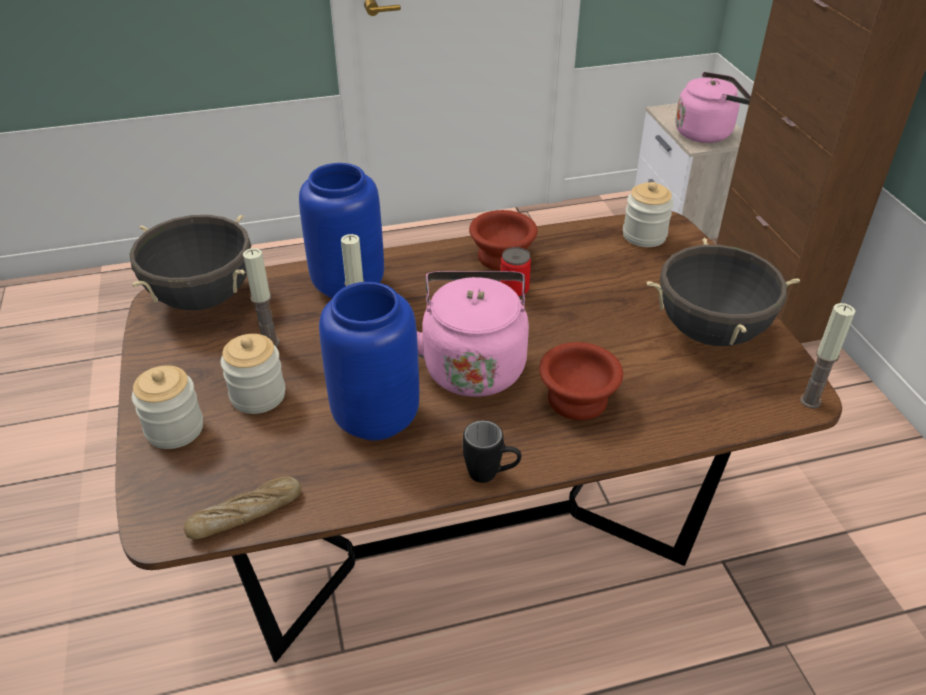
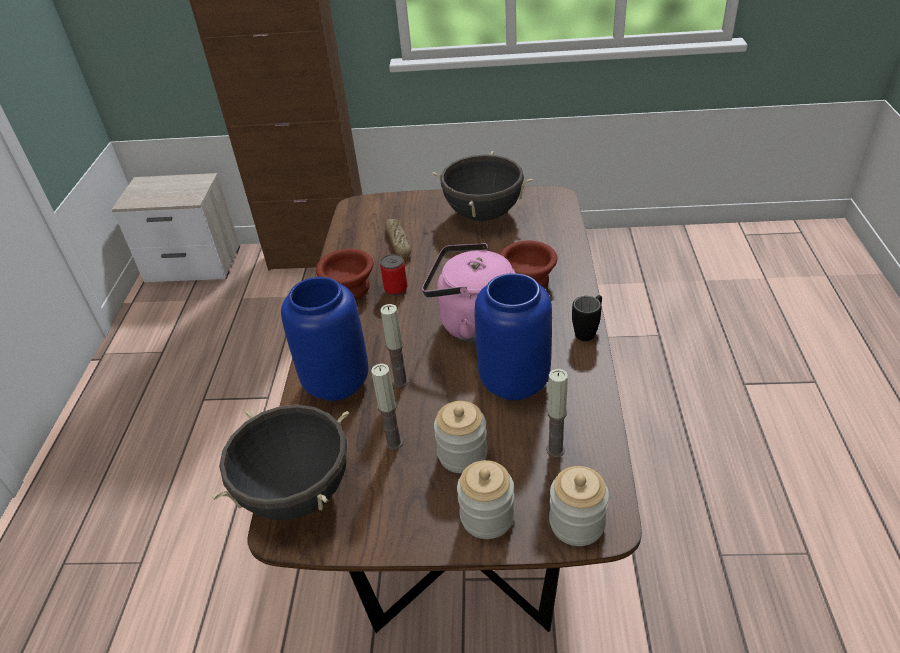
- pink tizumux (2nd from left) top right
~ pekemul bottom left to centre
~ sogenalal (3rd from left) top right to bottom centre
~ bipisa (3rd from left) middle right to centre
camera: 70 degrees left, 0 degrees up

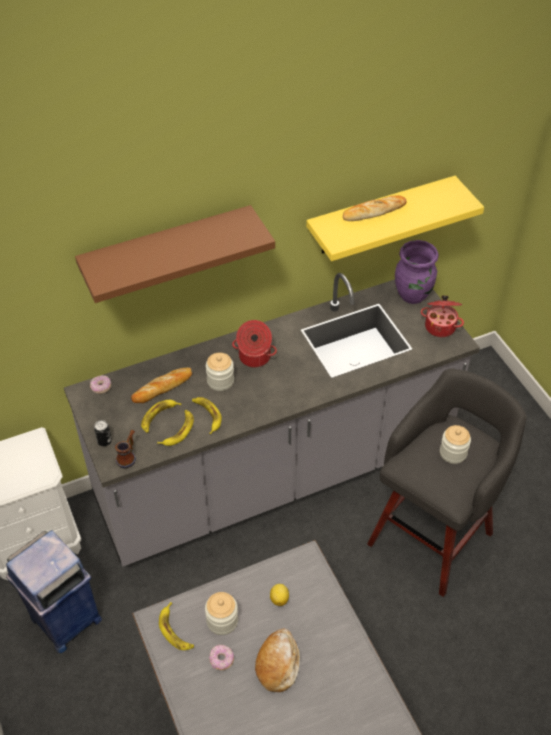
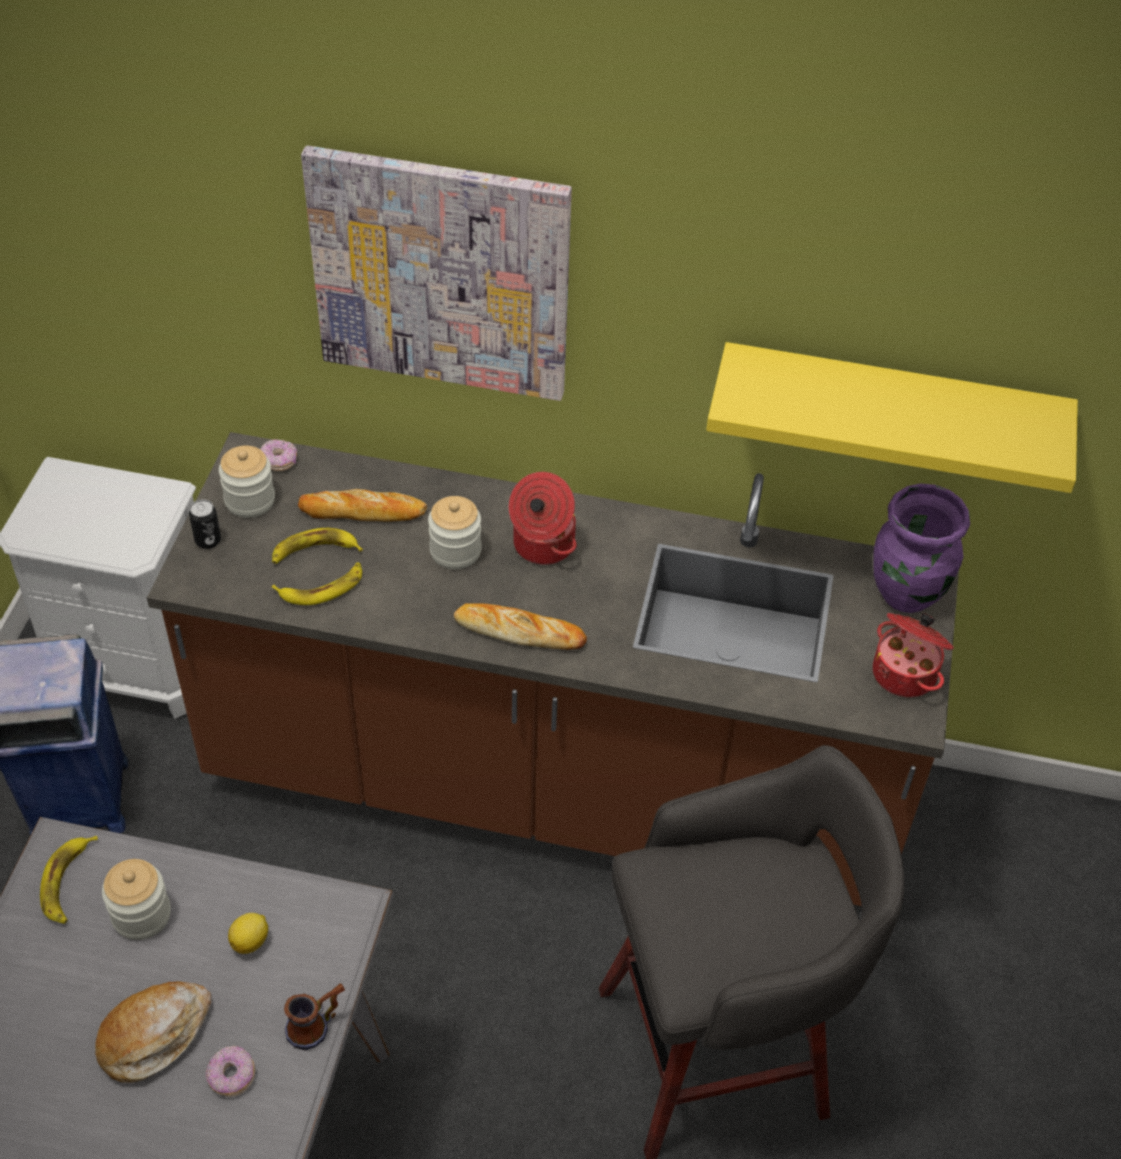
- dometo (4th from left) centre
~ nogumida middle left to bottom left
~ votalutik (2nd from left in the first image) bottom centre to votalutik (1st from left) bottom left
~ pekemul (3rd from left) top right to centre
~ sogenalal (3rd from left in the first image) middle right to sogenalal (2nd from left) middle left
~ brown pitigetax middle left to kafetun top centre
~ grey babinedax centre to brown babinedax centre
camera: 35 degrees right, 0 degrees up

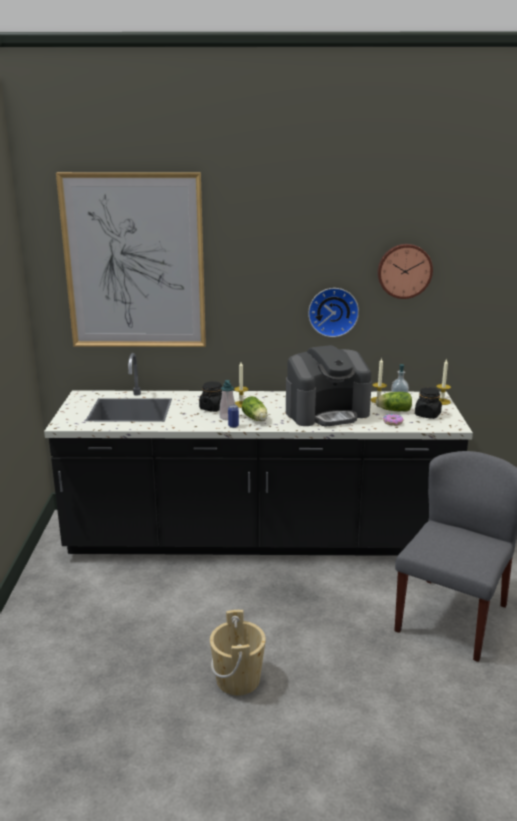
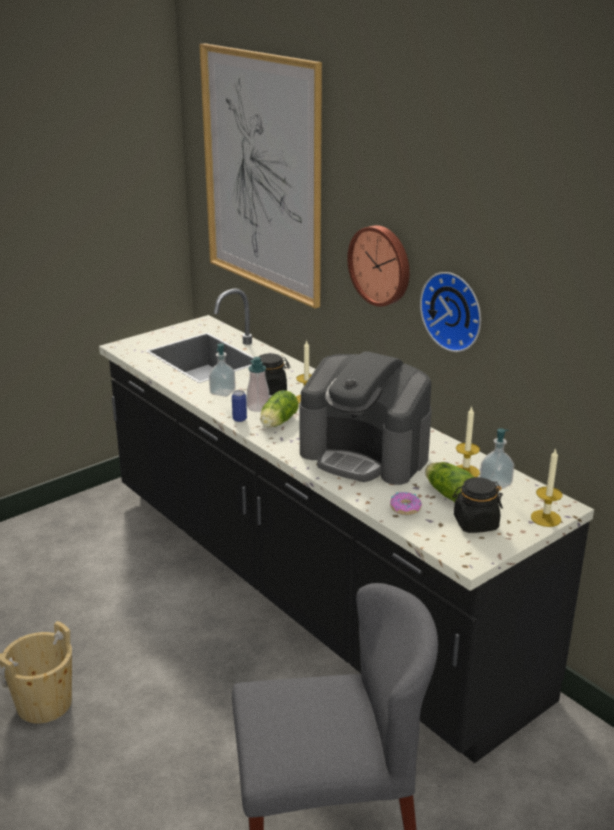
+ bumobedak (1st from left) centre
~ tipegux (2nd from left in the first image) top right to tipegux (1st from left) top centre
camera: 50 degrees right, 5 degrees up

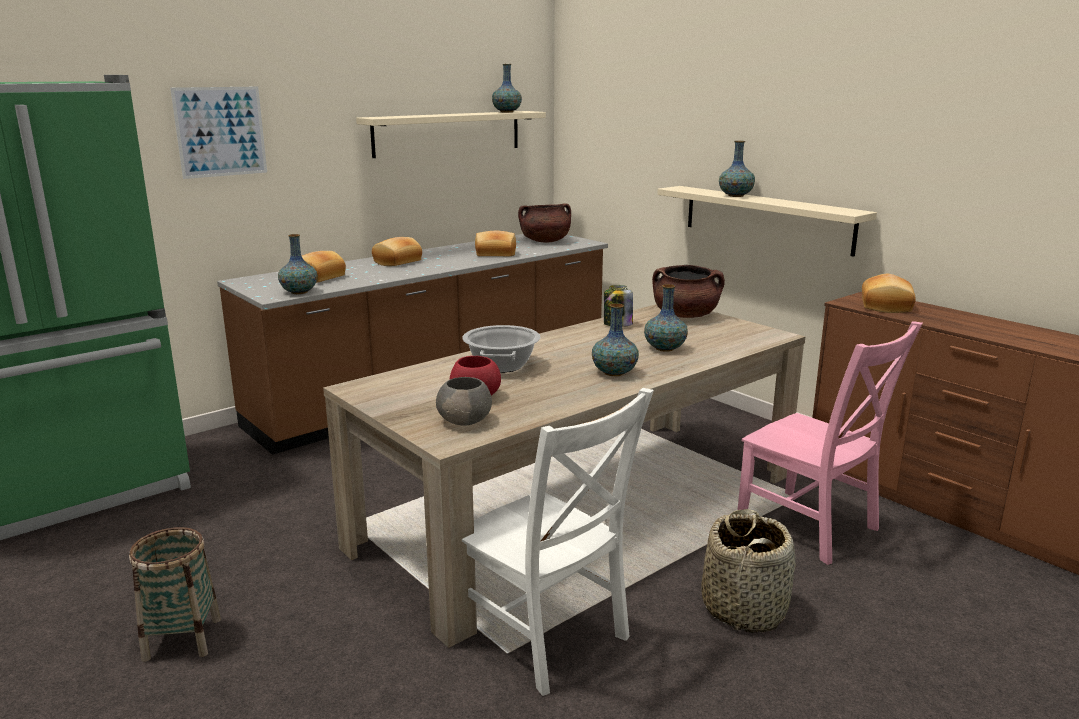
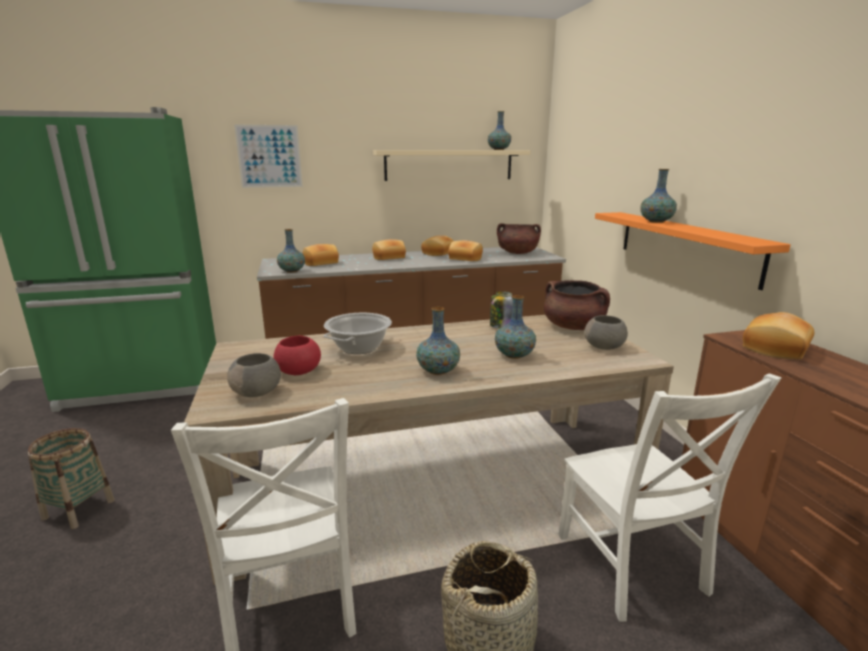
+ pekemul (3rd from left) centre
+ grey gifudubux (2nd from left) middle right
~ beige pitigetax (2nd from left) top right to orange pitigetax middle right
~ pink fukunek middle right to white fukunek (2nd from left) bottom right
camera: 25 degrees right, 0 degrees up

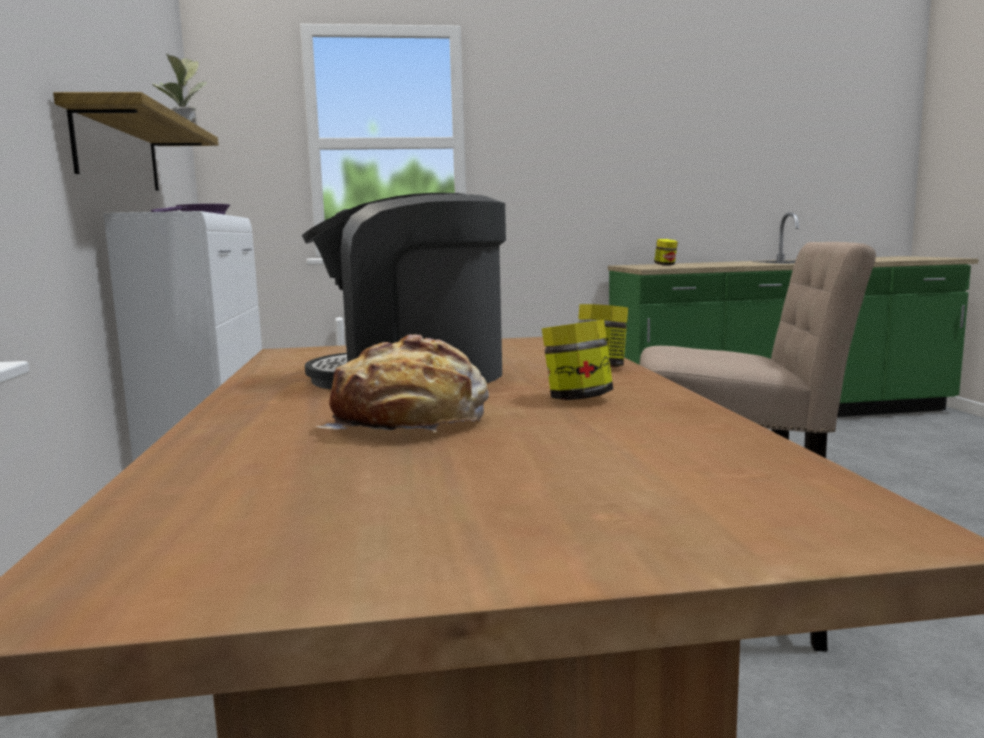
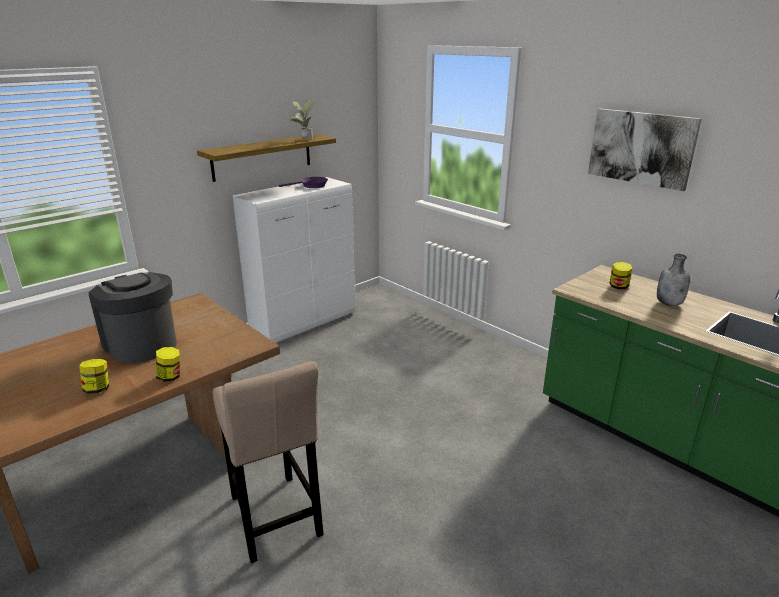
- pekemul centre
+ kafetun top right
+ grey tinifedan middle right
camera: 55 degrees right, 15 degrees up

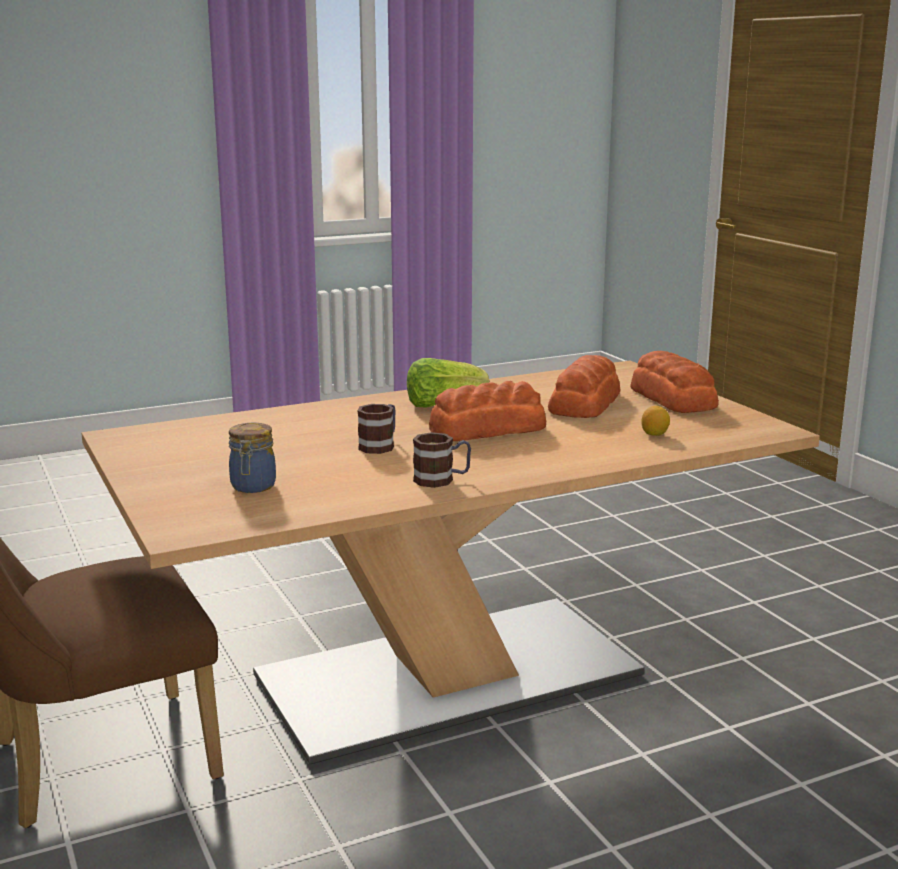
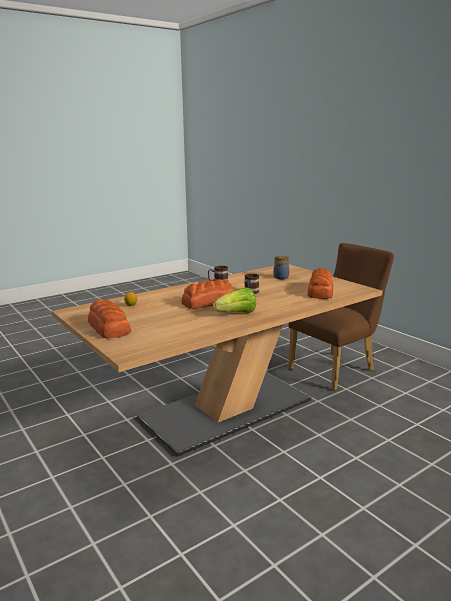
~ pekemul (2nd from left in the first image) centre to pekemul (3rd from left) middle right
camera: 170 degrees right, 0 degrees up

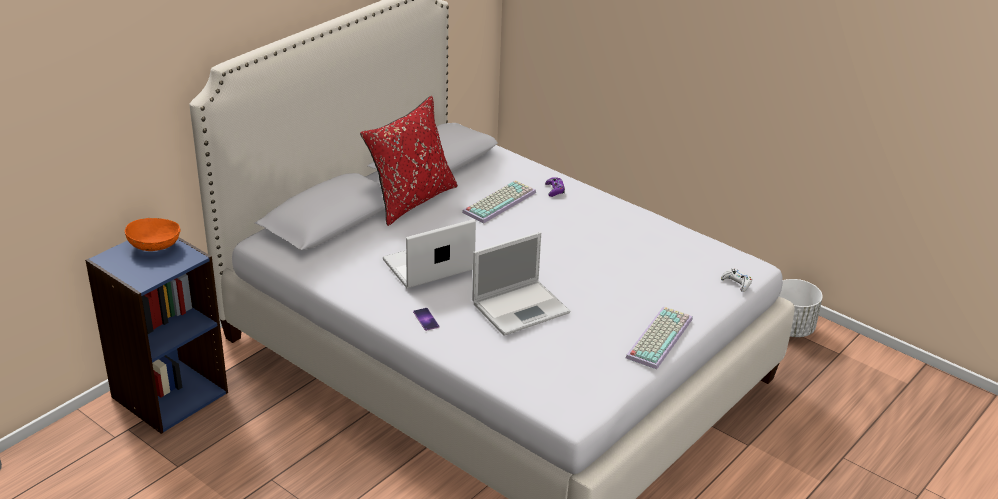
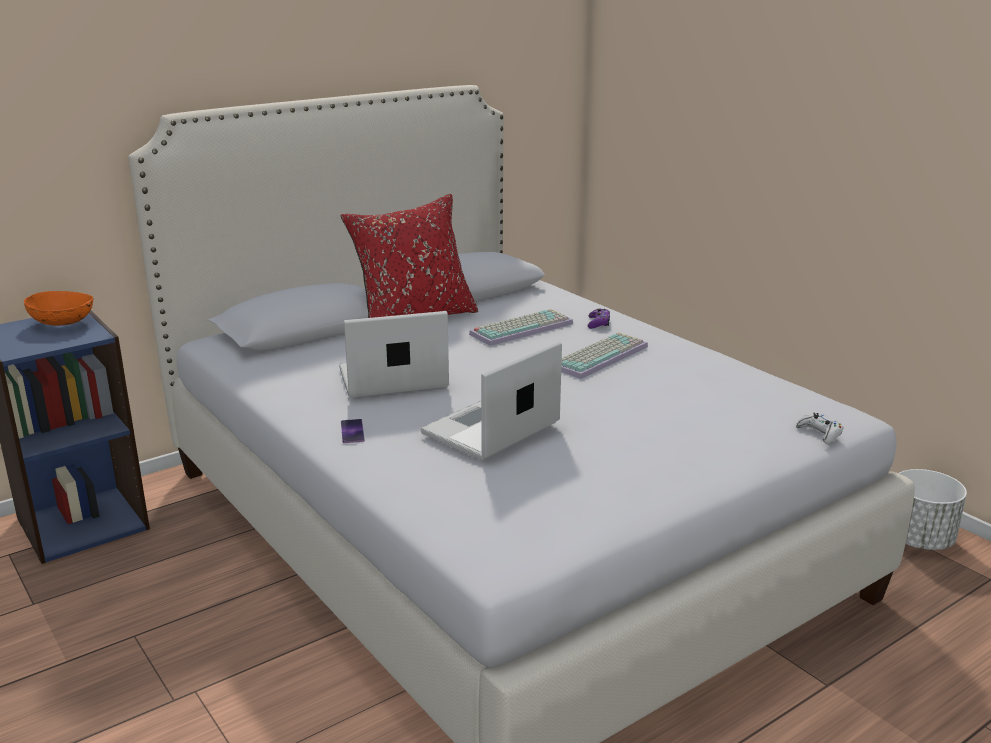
~ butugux (2nd from left) bottom centre to centre
~ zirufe (2nd from left) centre = centre 150 degrees clockwise
camera: 15 degrees right, 10 degrees down

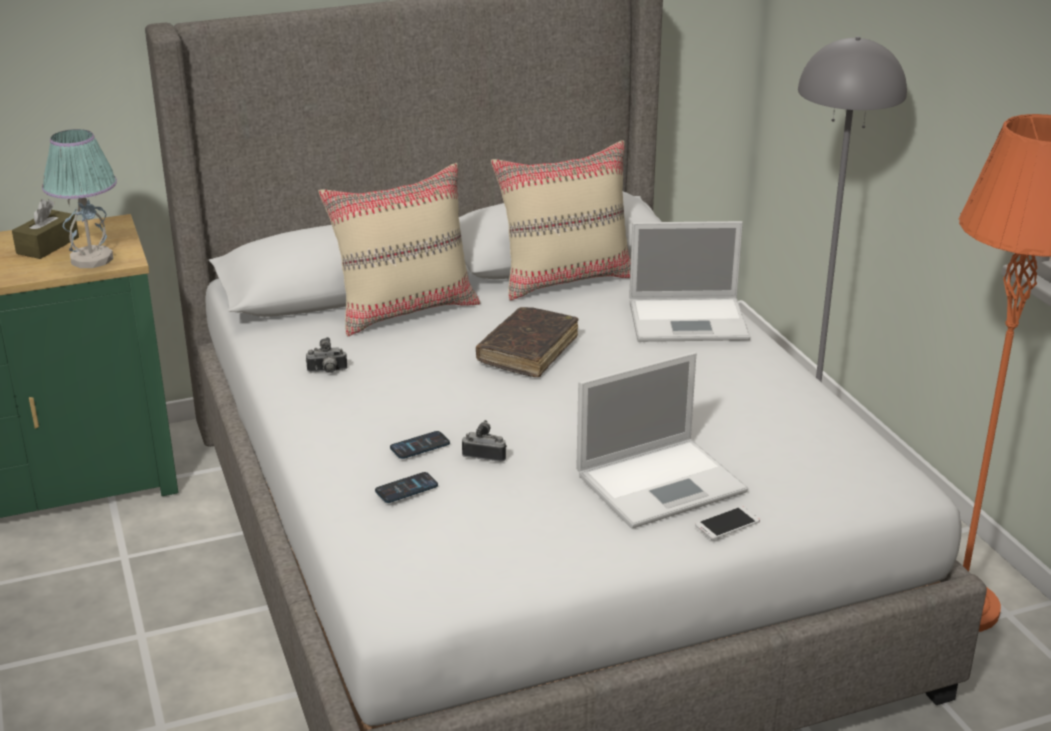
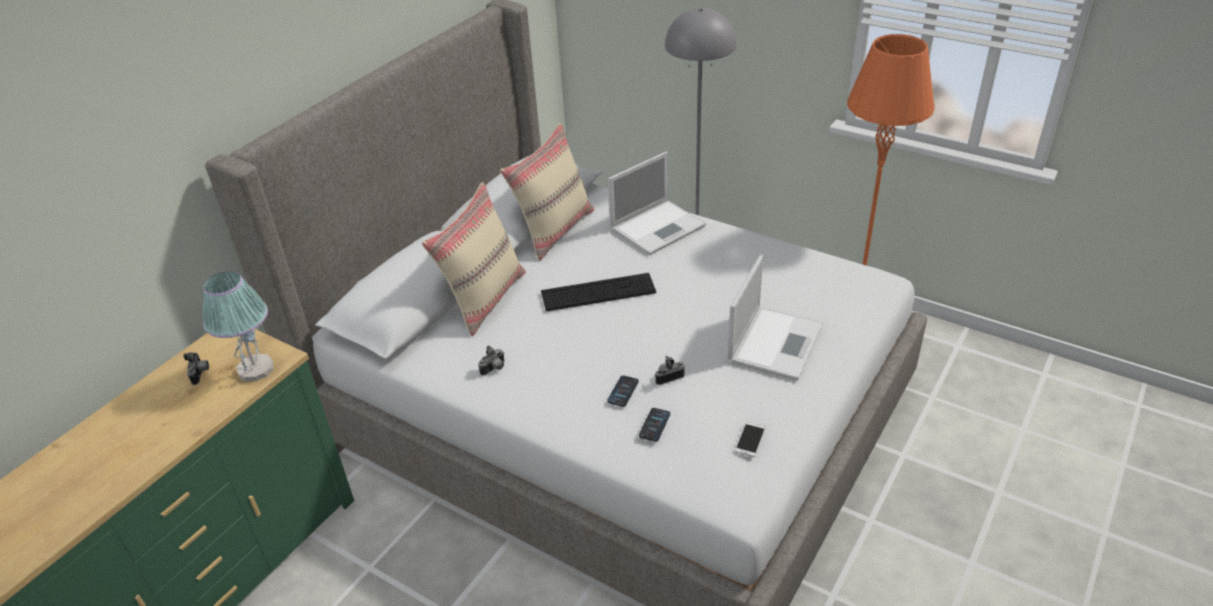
~ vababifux (3rd from left) bottom right to bottom centre
~ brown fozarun top left to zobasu (1st from left) middle left
~ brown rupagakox centre to butugux centre
camera: 35 degrees left, 10 degrees up

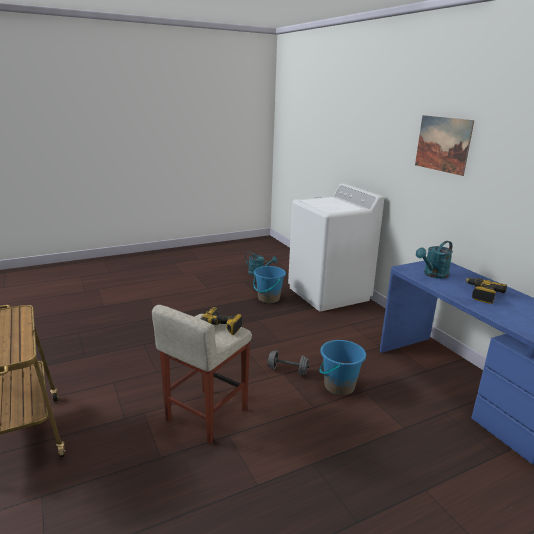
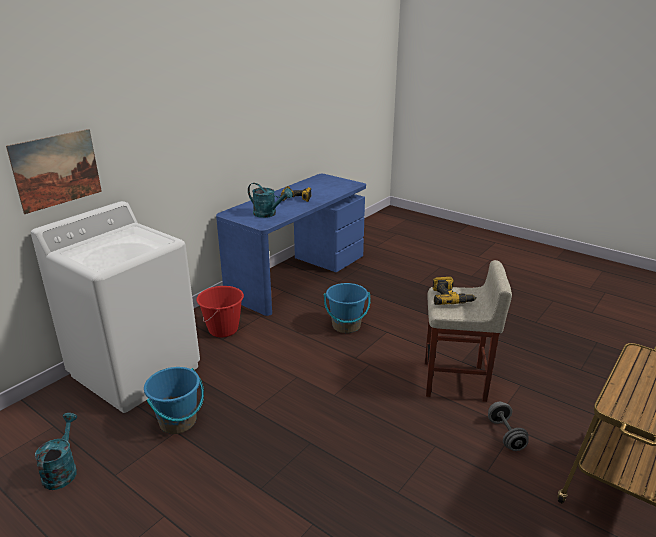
+ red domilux centre
~ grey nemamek bottom centre to bottom right
~ kafetun top right to top left
camera: 115 degrees left, 5 degrees up

